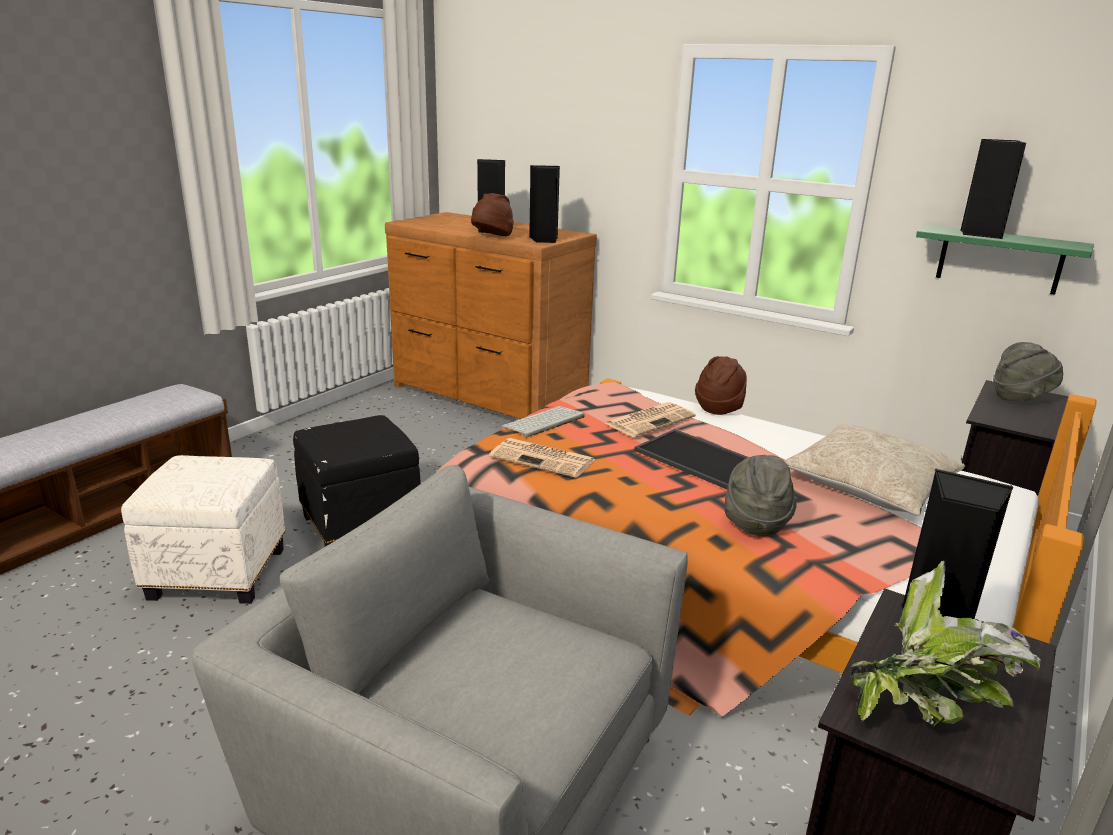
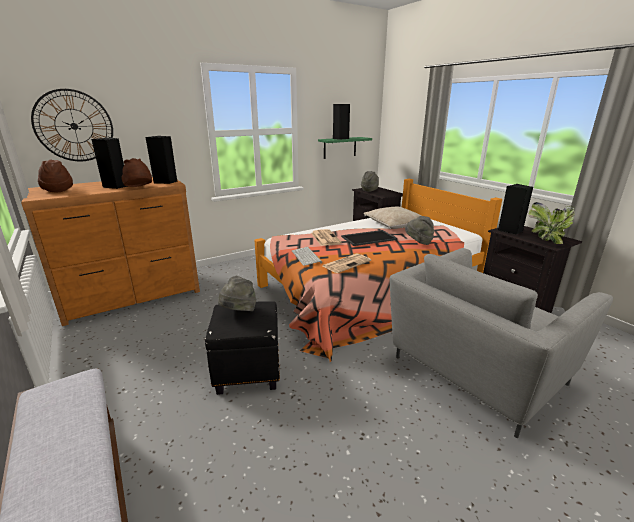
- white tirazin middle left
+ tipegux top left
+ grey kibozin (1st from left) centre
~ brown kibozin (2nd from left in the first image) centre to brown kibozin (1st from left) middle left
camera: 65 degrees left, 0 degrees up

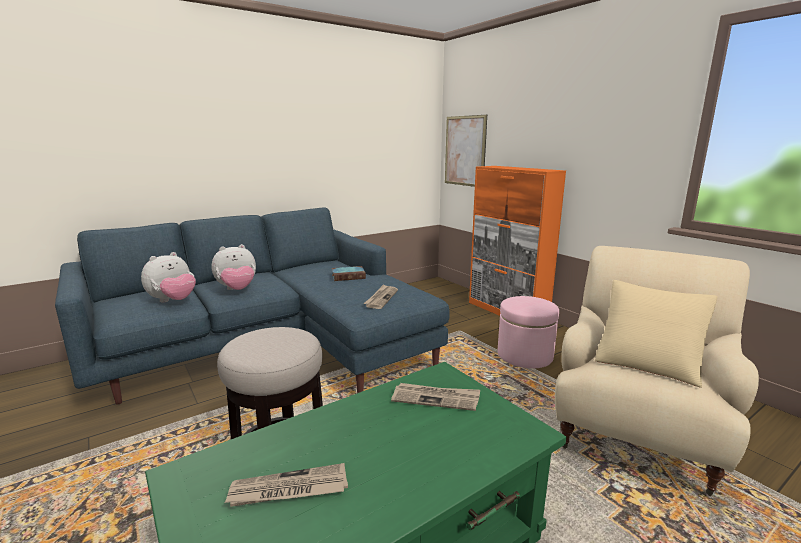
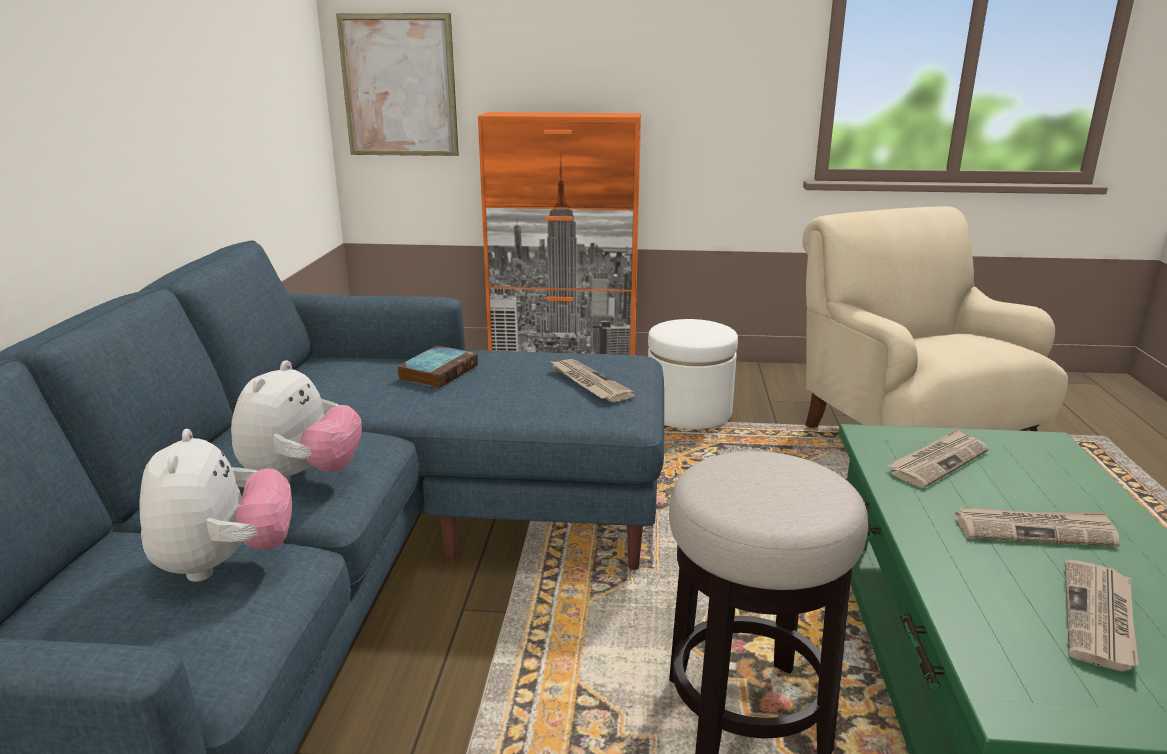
- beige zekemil middle right
+ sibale (3rd from left) bottom right
~ pink tirazin centre to white tirazin centre
camera: 50 degrees left, 5 degrees up

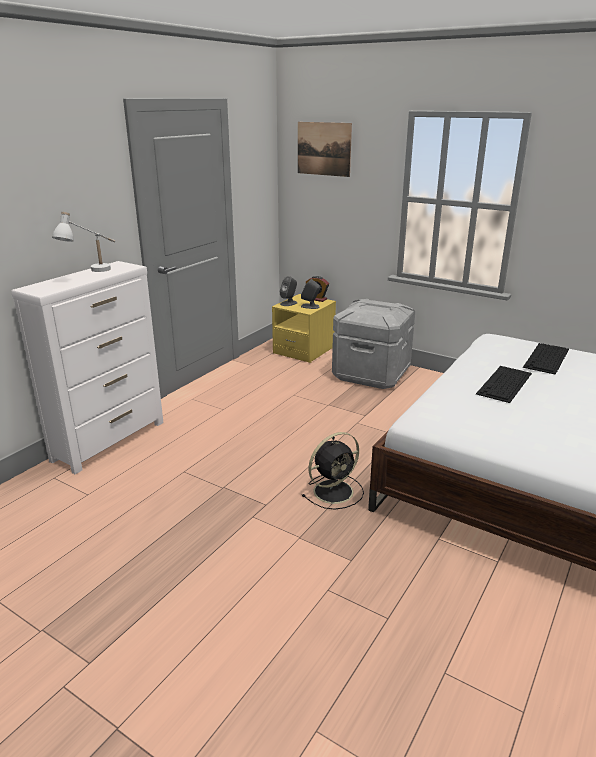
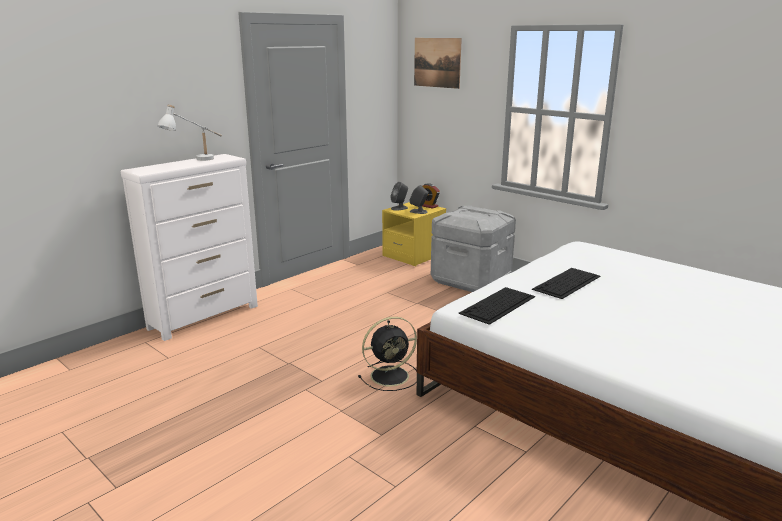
~ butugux (2nd from left in the first image) middle right to butugux (1st from left) centre
camera: 10 degrees right, 5 degrees down

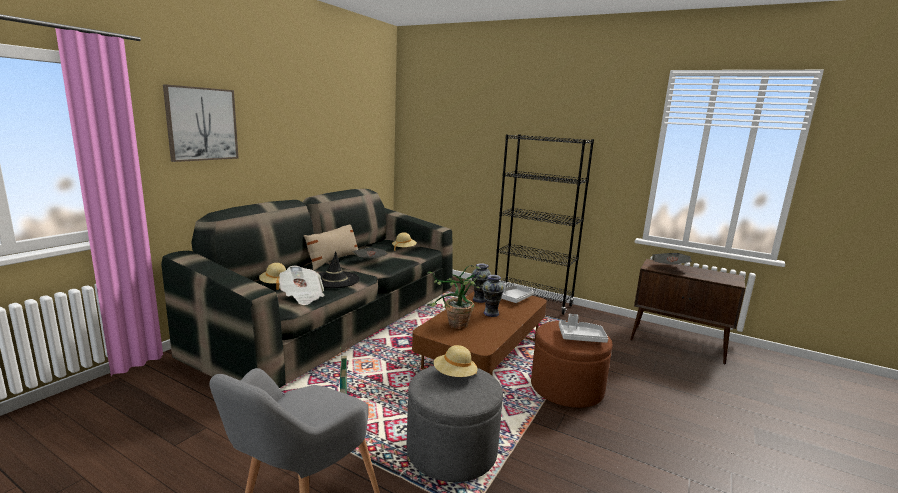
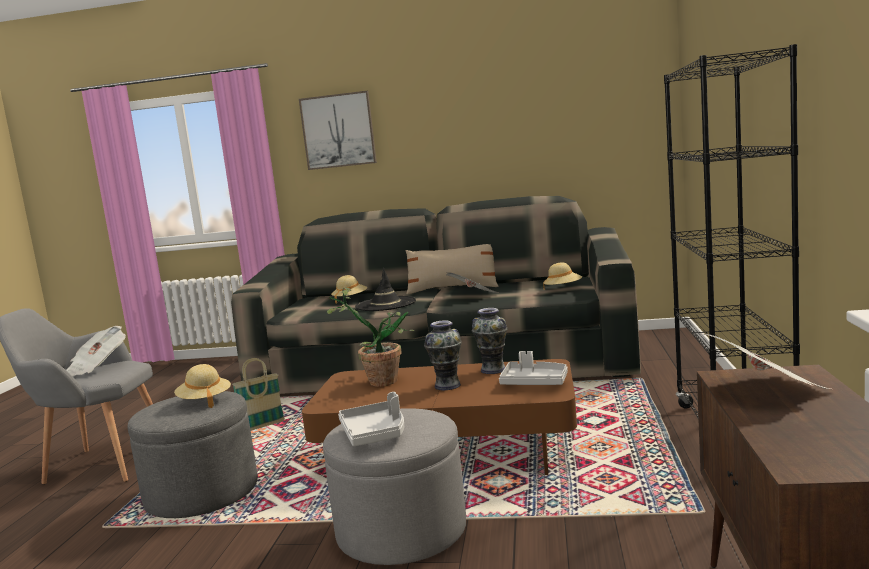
~ sibale (1st from left) centre to middle left
~ brown tirazin bottom centre to grey tirazin (2nd from left) bottom centre
camera: 70 degrees right, 5 degrees down

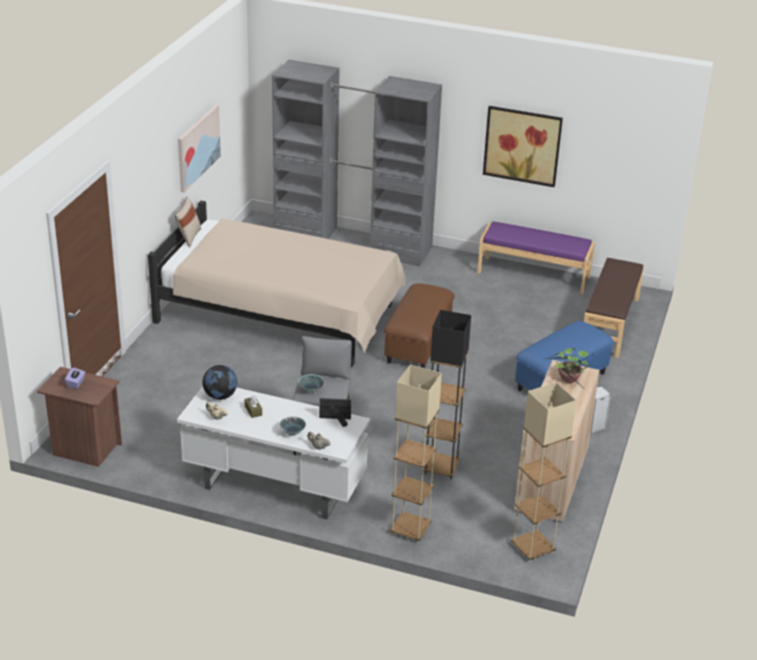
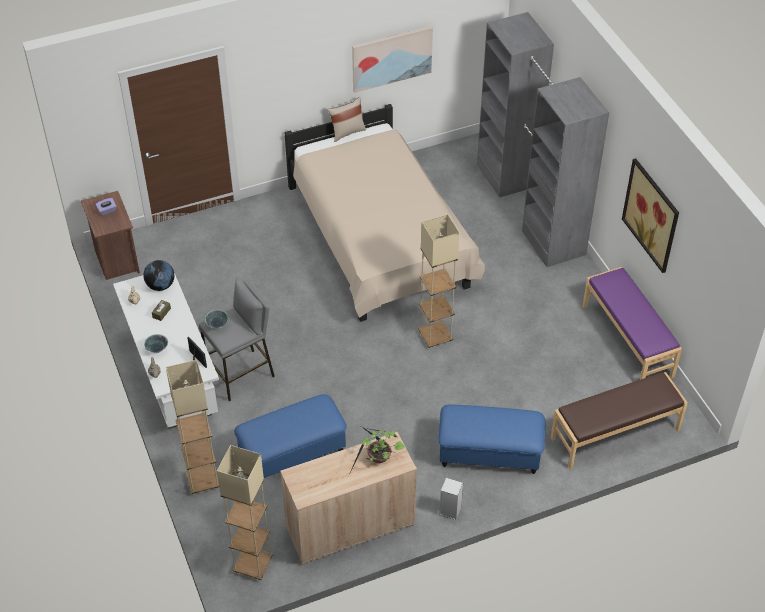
~ brown tirazin centre to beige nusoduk (3rd from left) centre
~ black nusoduk centre to blue tirazin (1st from left) bottom centre
camera: 50 degrees right, 15 degrees up

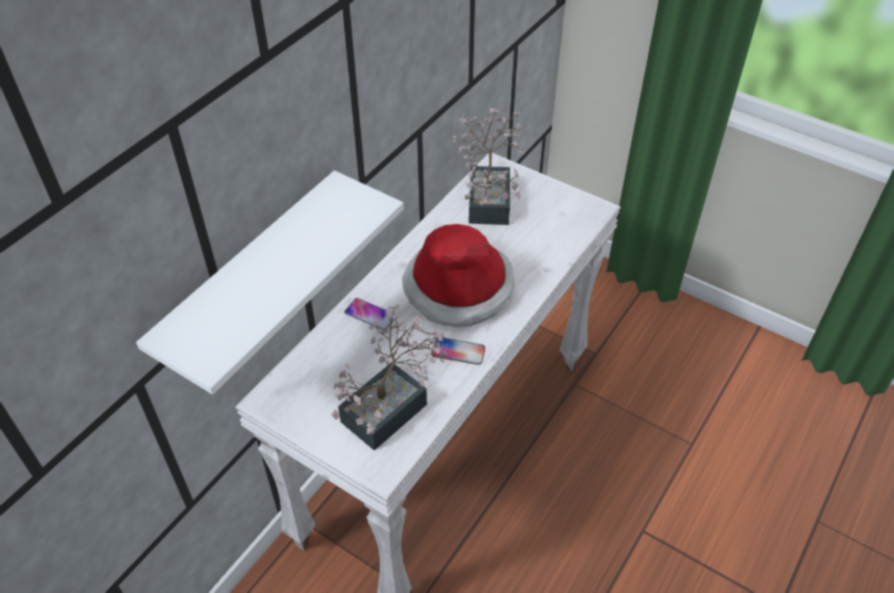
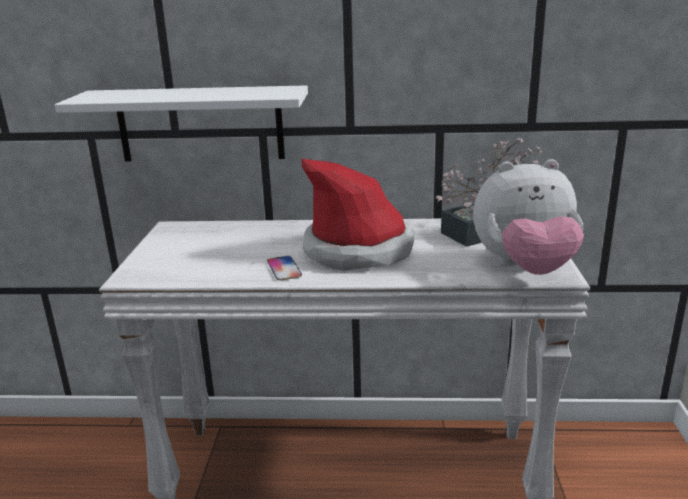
- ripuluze (1st from left) centre
- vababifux (1st from left) centre
+ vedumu middle right
camera: 60 degrees right, 25 degrees down

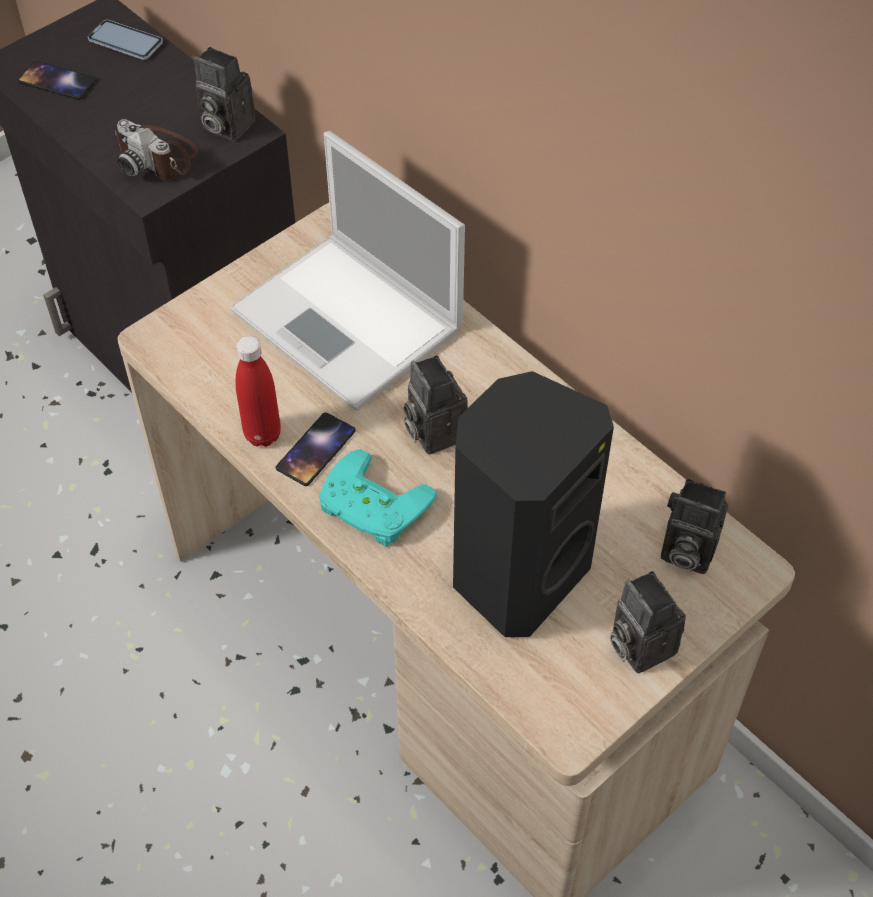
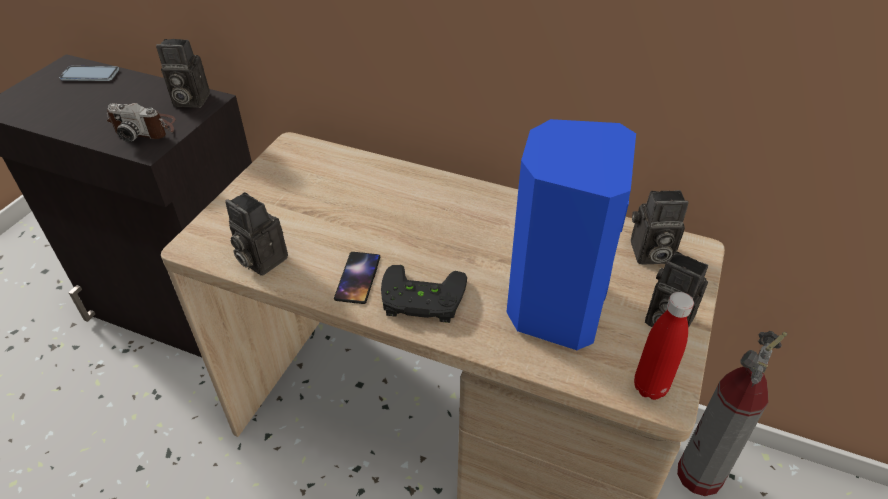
- vababifux (1st from left) top left
- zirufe top centre
+ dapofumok bottom right
~ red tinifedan middle left to bottom right
~ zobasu (3rd from left) centre to middle left
~ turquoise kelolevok centre to black kelolevok centre
~ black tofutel centre to blue tofutel centre
camera: 25 degrees left, 10 degrees down

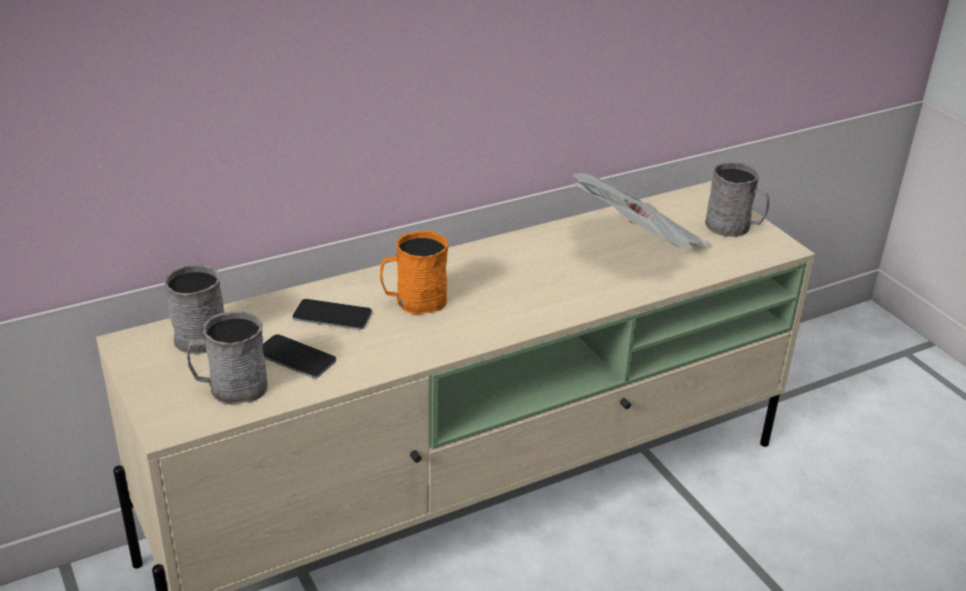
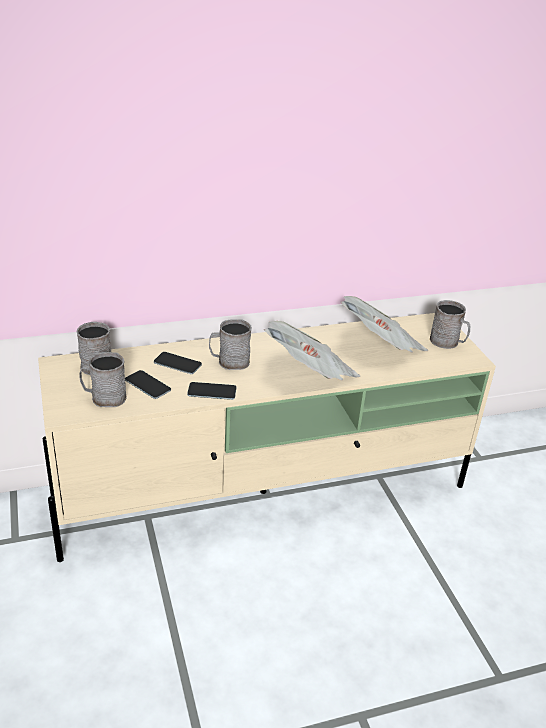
+ vababifux (3rd from left) centre
+ sibale (1st from left) centre
~ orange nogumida centre to grey nogumida (3rd from left) centre
camera: 10 degrees right, 0 degrees up

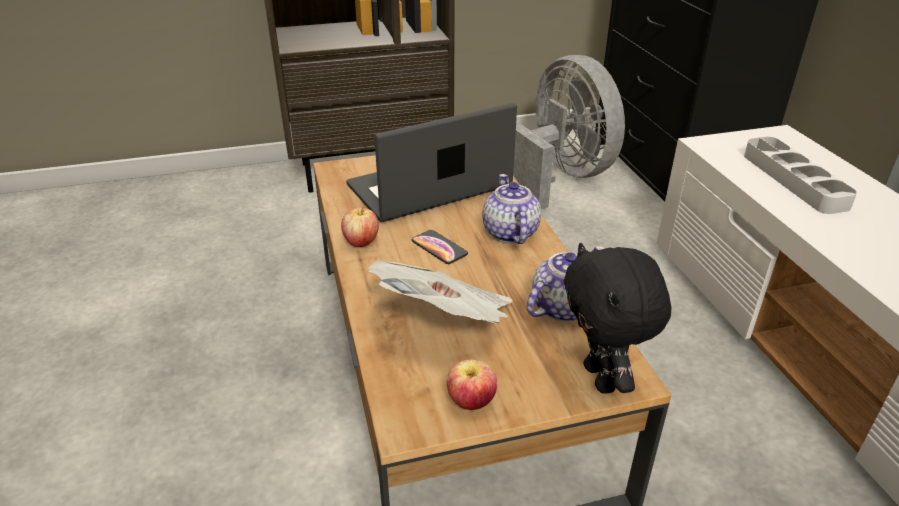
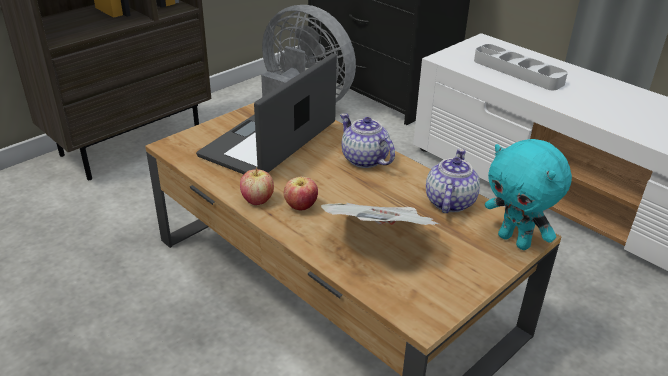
- vababifux centre
~ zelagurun (2nd from left) bottom centre to centre
~ black vedumu middle right to turquoise vedumu middle right
camera: 30 degrees left, 0 degrees up

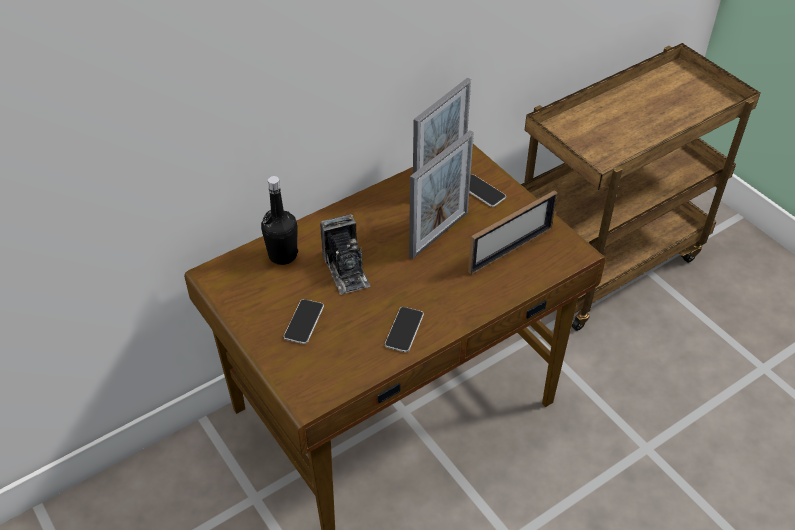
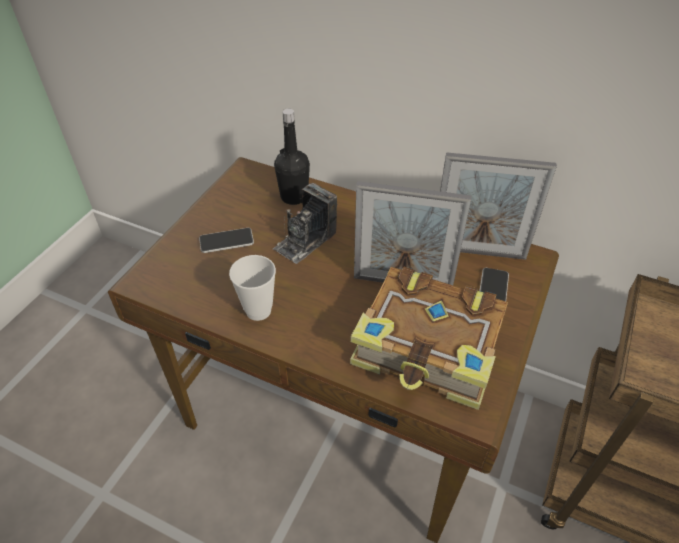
~ vababifux (2nd from left) centre to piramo centre
~ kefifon (3rd from left) centre to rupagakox centre
camera: 60 degrees right, 0 degrees up

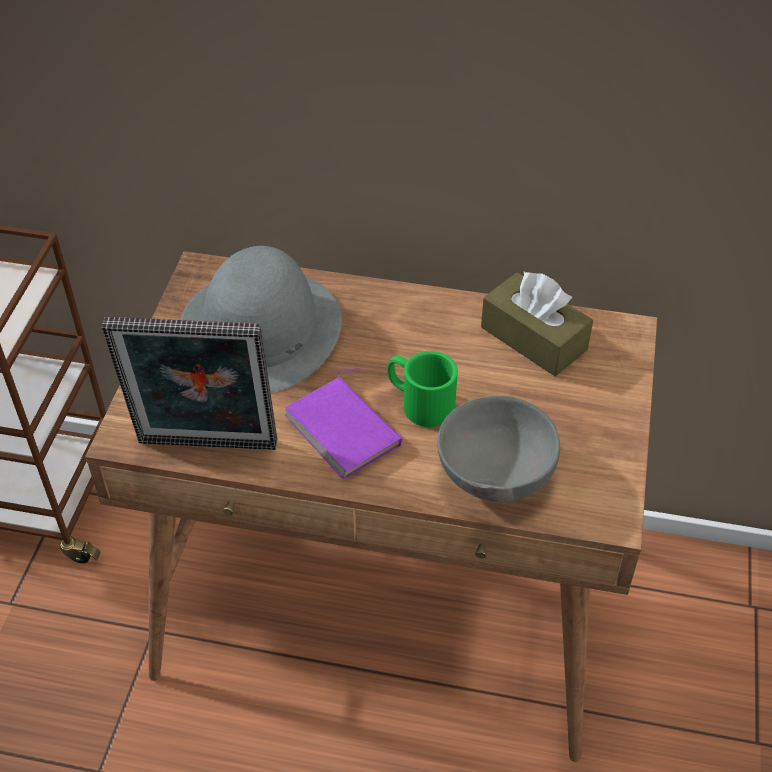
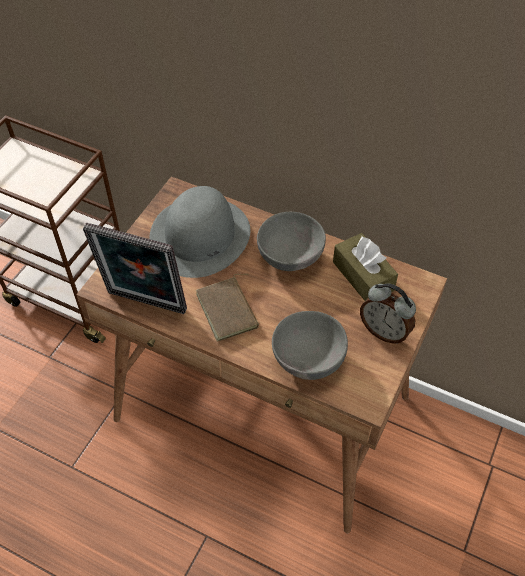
- green nogumida centre
+ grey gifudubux (1st from left) centre
+ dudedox middle right
~ purple rupagakox centre to brown rupagakox centre
camera: 15 degrees right, 5 degrees up

